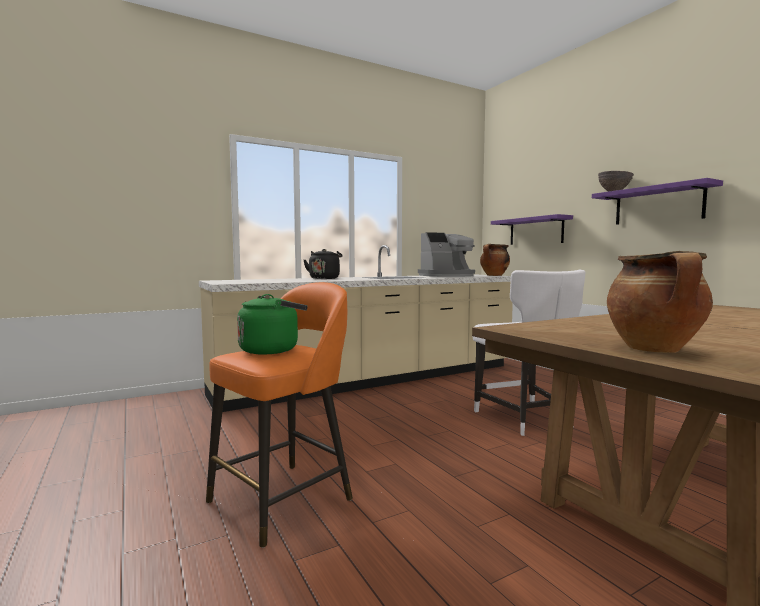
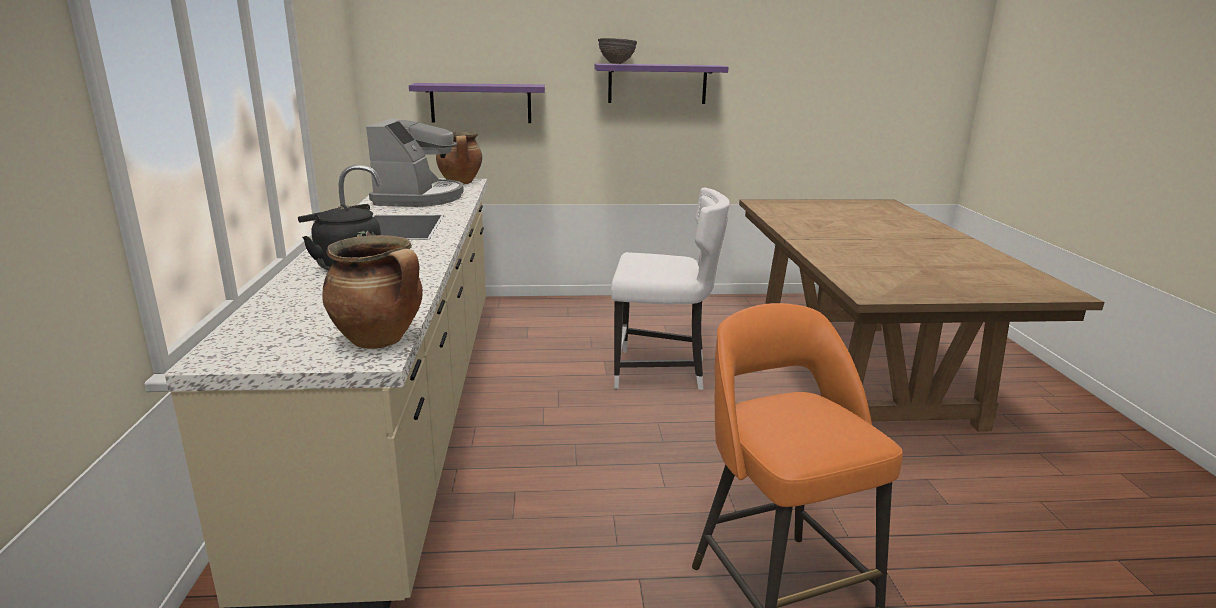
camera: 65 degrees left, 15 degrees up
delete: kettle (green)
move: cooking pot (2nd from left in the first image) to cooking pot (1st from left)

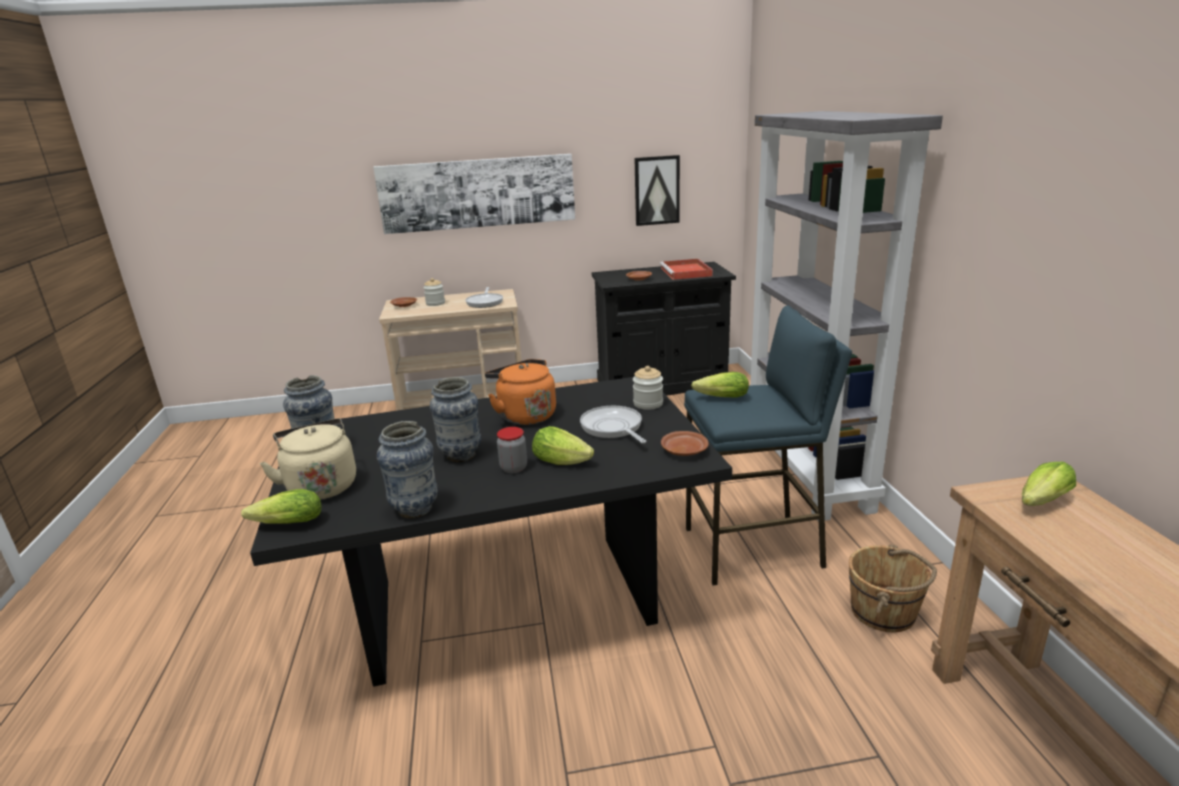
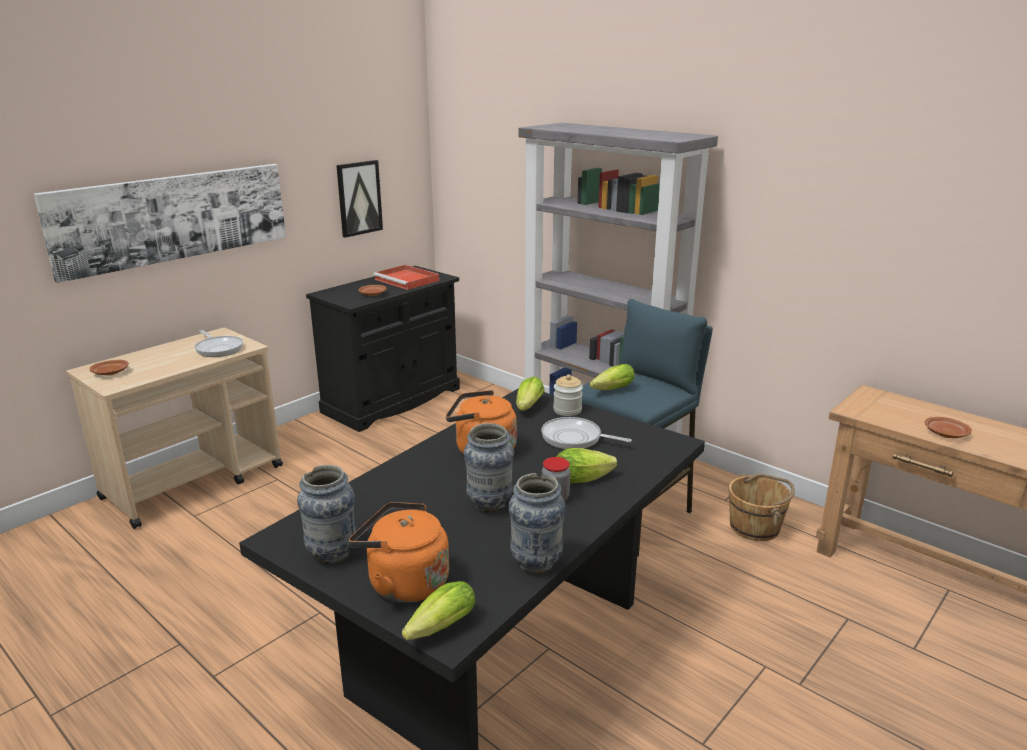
camera: 40 degrees left, 0 degrees up
delete: jar (1st from left)
move: plate (brown) (3rd from left); lettuce (4th from left in the first image) to lettuce (2nd from left)
recolor: kettle (beige) to kettle (orange) (1st from left)

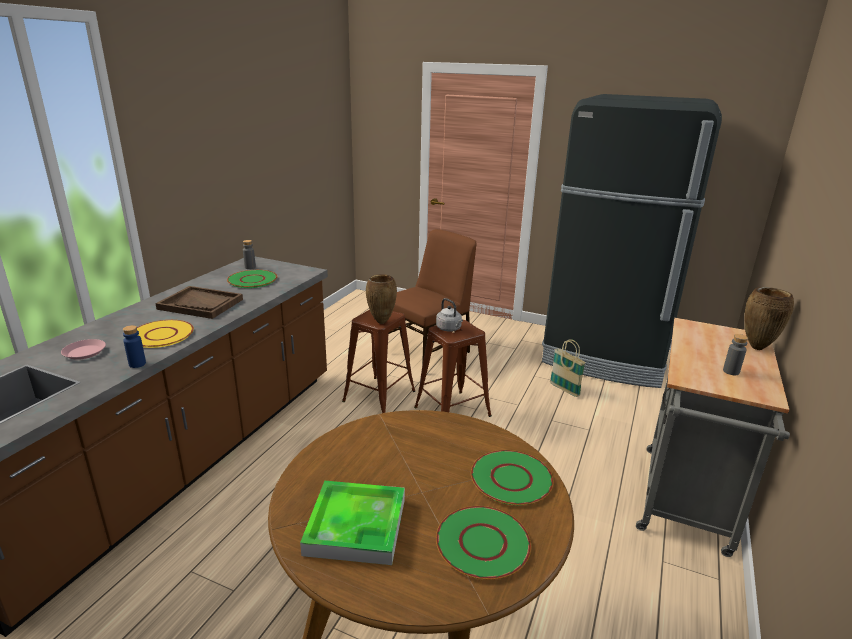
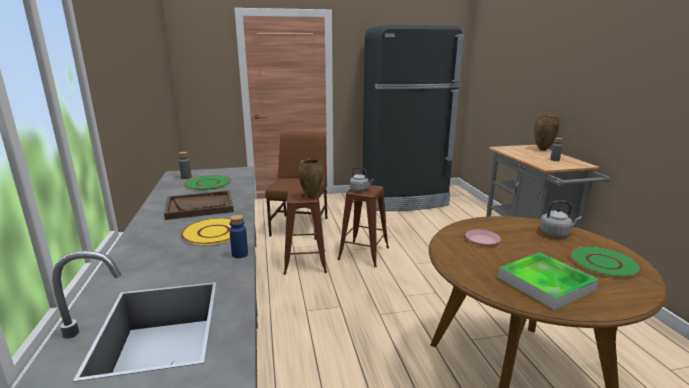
camera: 35 degrees left, 5 degrees down
delete: basket
move: plate (pink)
replace: plate (green) (3rd from left) to kettle (grey) (2nd from left)

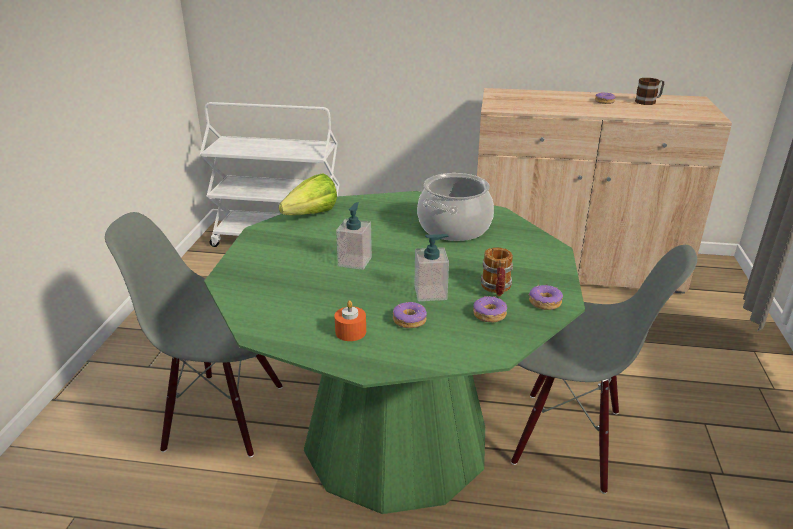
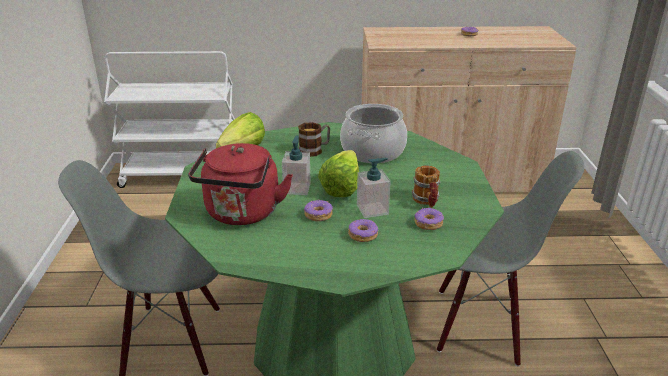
camera: 10 degrees left, 0 degrees up
delete: candle (orange)
insert: kettle (red); lettuce (2nd from left)
move: donut (3rd from left in the first image) to donut (1st from left); mug (2nd from left in the first image) to mug (1st from left)

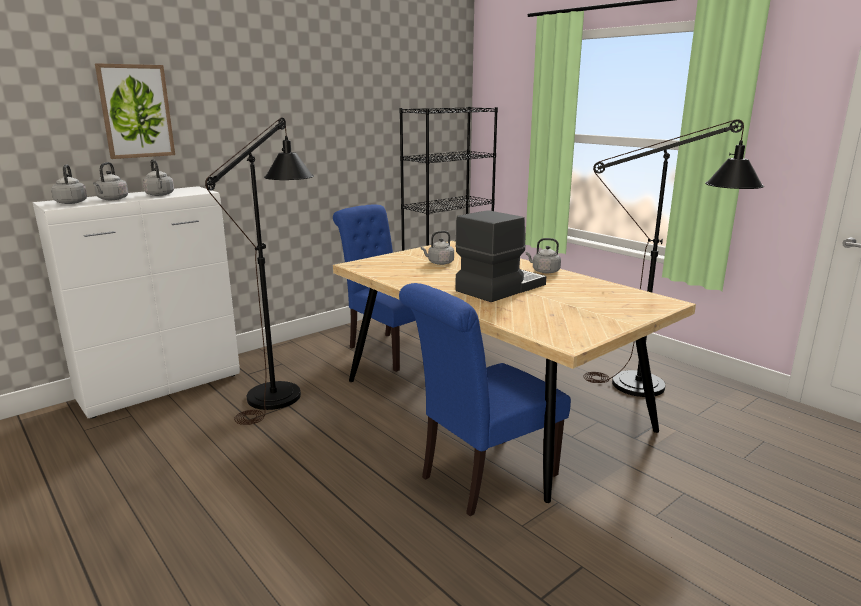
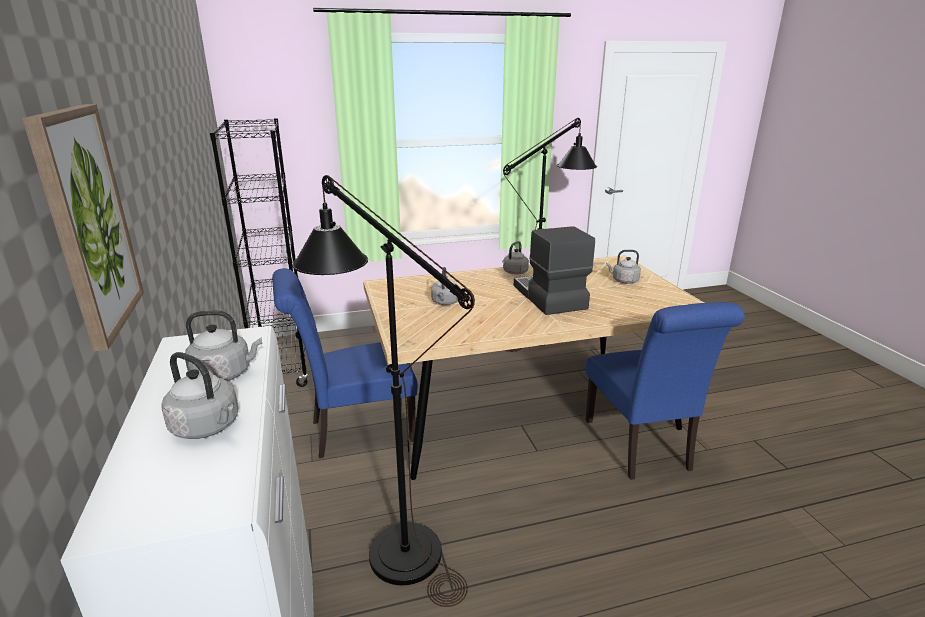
camera: 65 degrees left, 5 degrees up
move: kettle (grey) (1st from left in the first image) to kettle (grey) (5th from left)

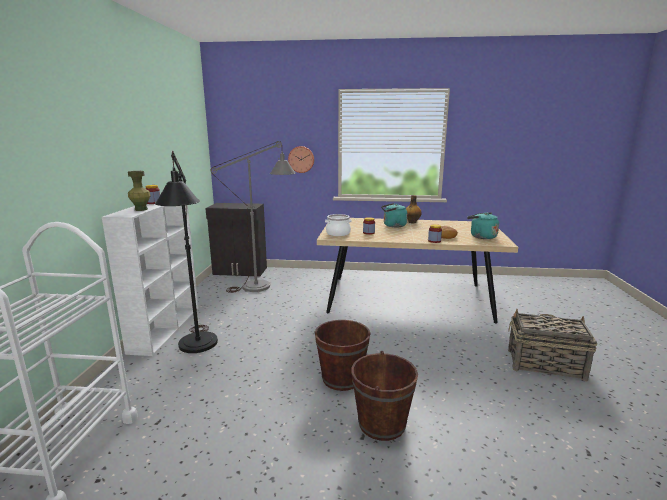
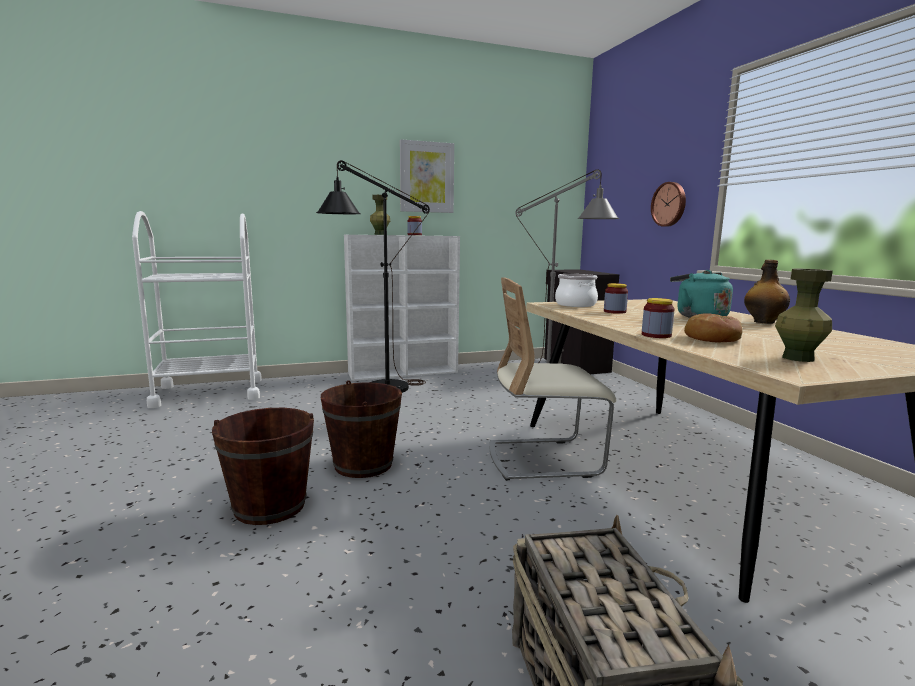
camera: 65 degrees right, 5 degrees down
insert: picture; chair (beige)
replace: kettle (turquoise) (2nd from left) to vase (green) (2nd from left)

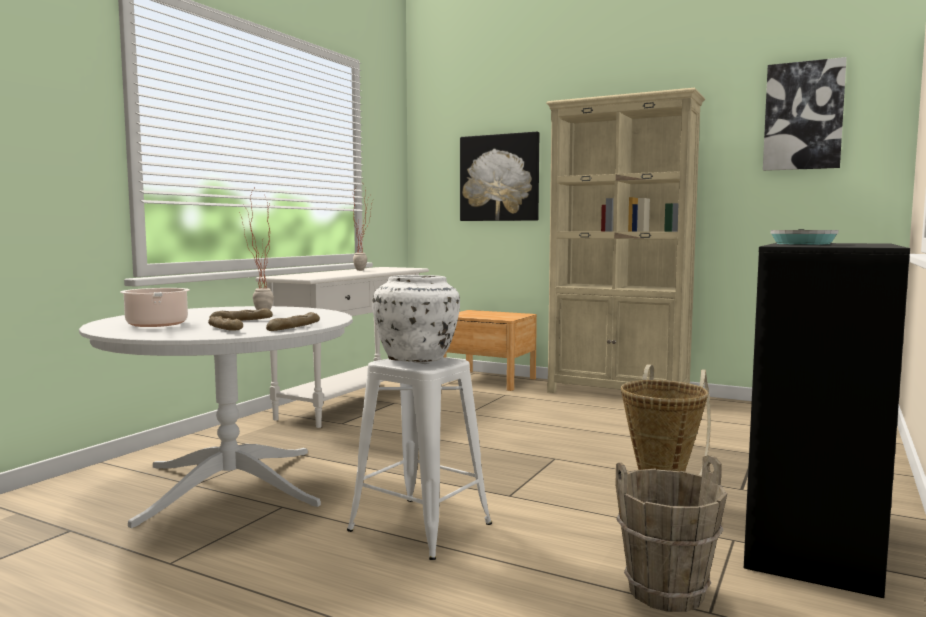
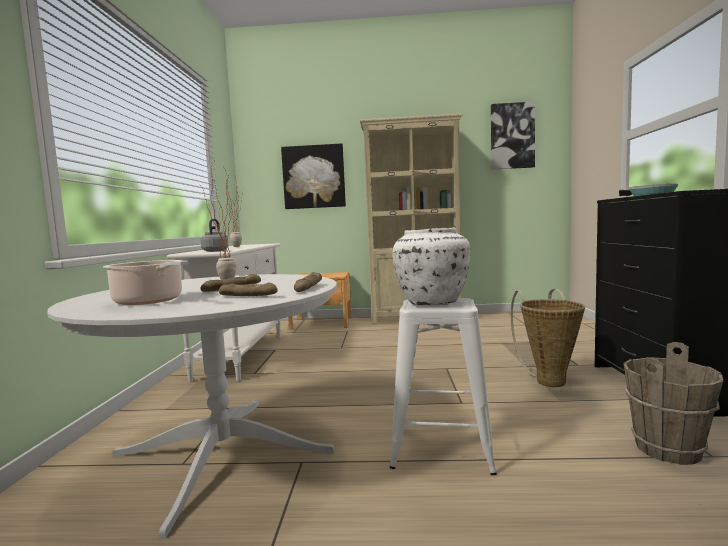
camera: 25 degrees left, 0 degrees up
insert: kettle (grey)

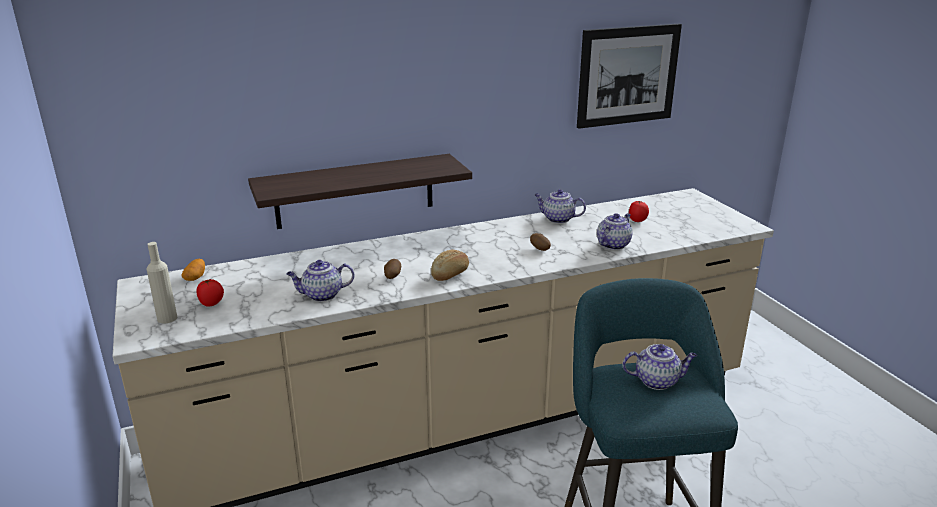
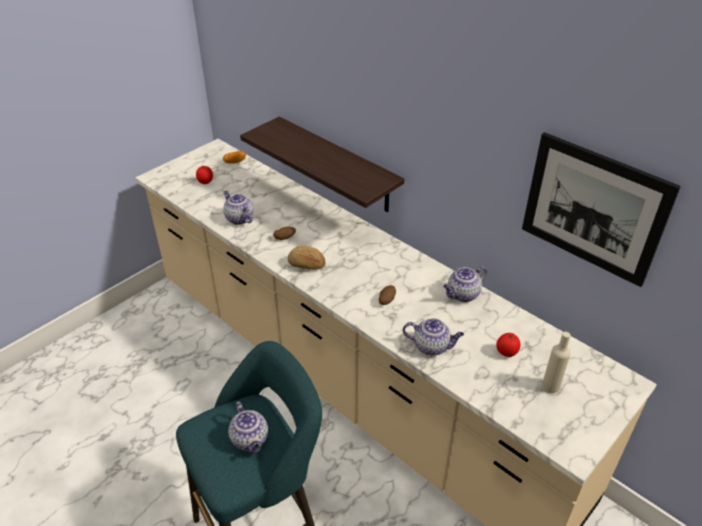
camera: 65 degrees right, 15 degrees up
move: bottle (beige)
rotate: teapot (2nd from left in the first image) 120 degrees counterclockwise

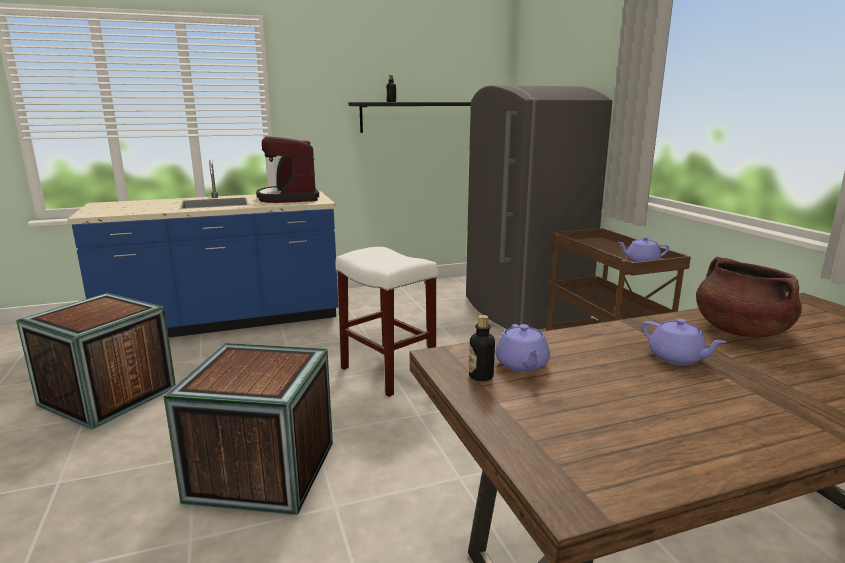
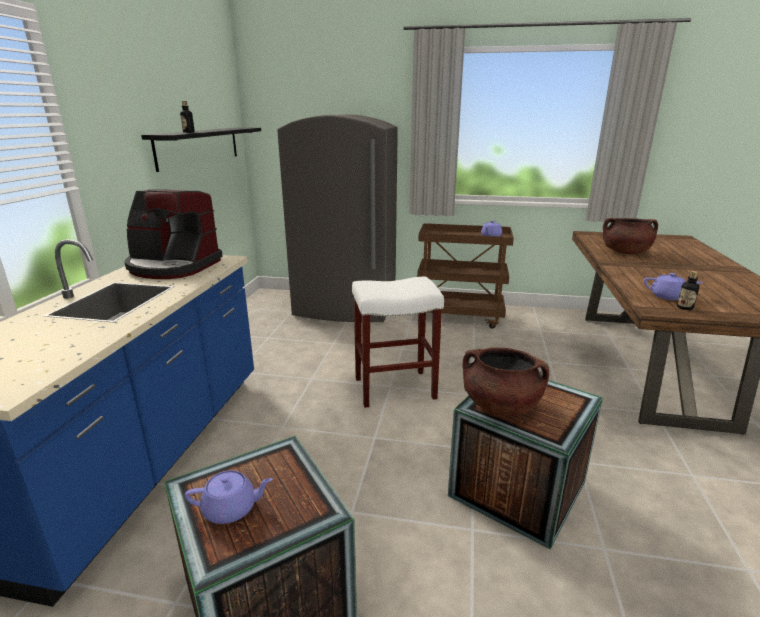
camera: 60 degrees left, 5 degrees up
insert: cooking pot (brown) (1st from left)
move: teapot (purple) (3rd from left in the first image) to teapot (purple) (1st from left)

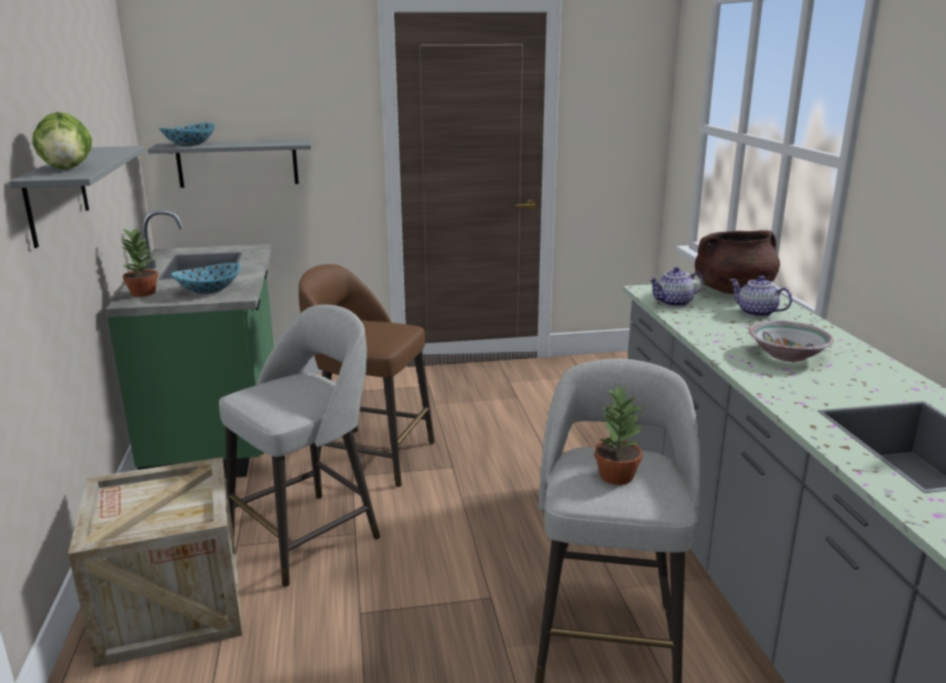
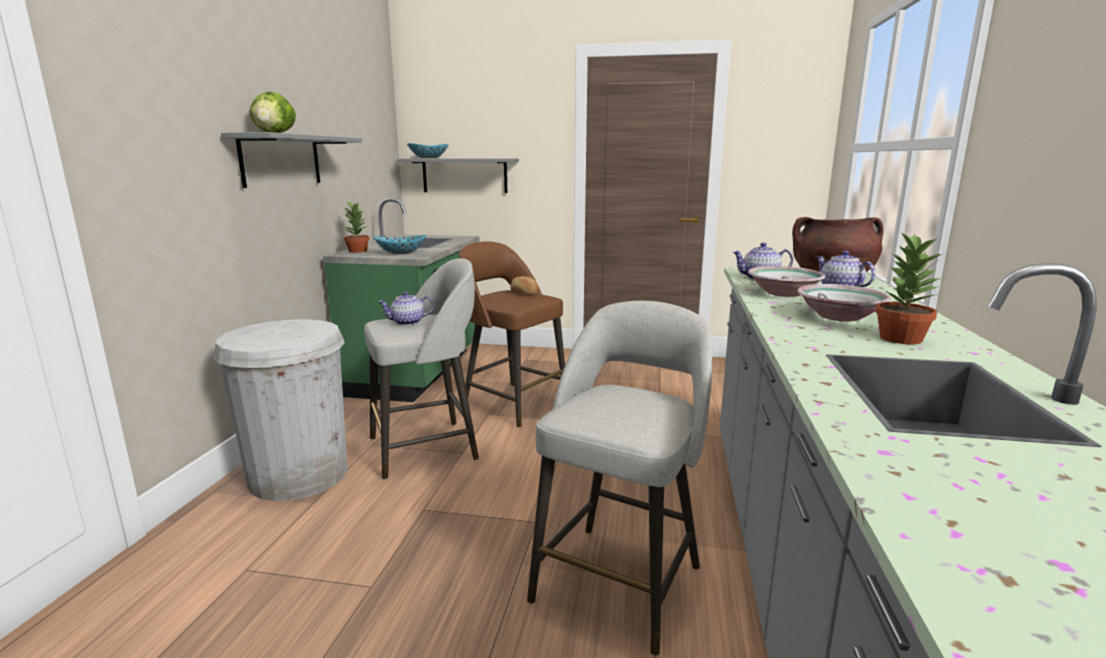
camera: 20 degrees right, 5 degrees down
insert: teapot (1st from left); bread; bowl (3rd from left)
move: potted plant (2nd from left)
replace: crate to trash can (white)

